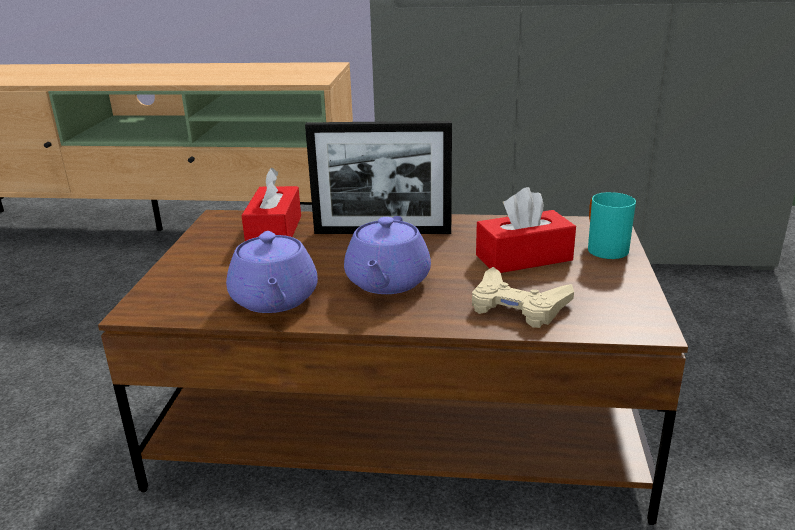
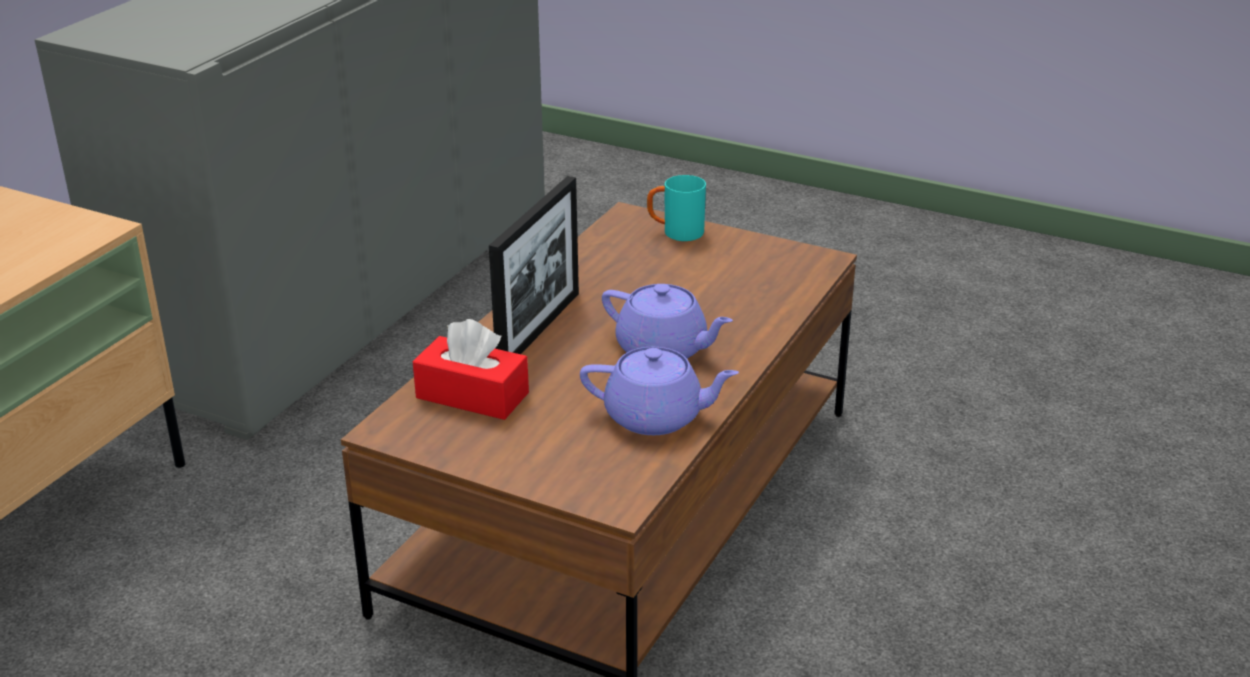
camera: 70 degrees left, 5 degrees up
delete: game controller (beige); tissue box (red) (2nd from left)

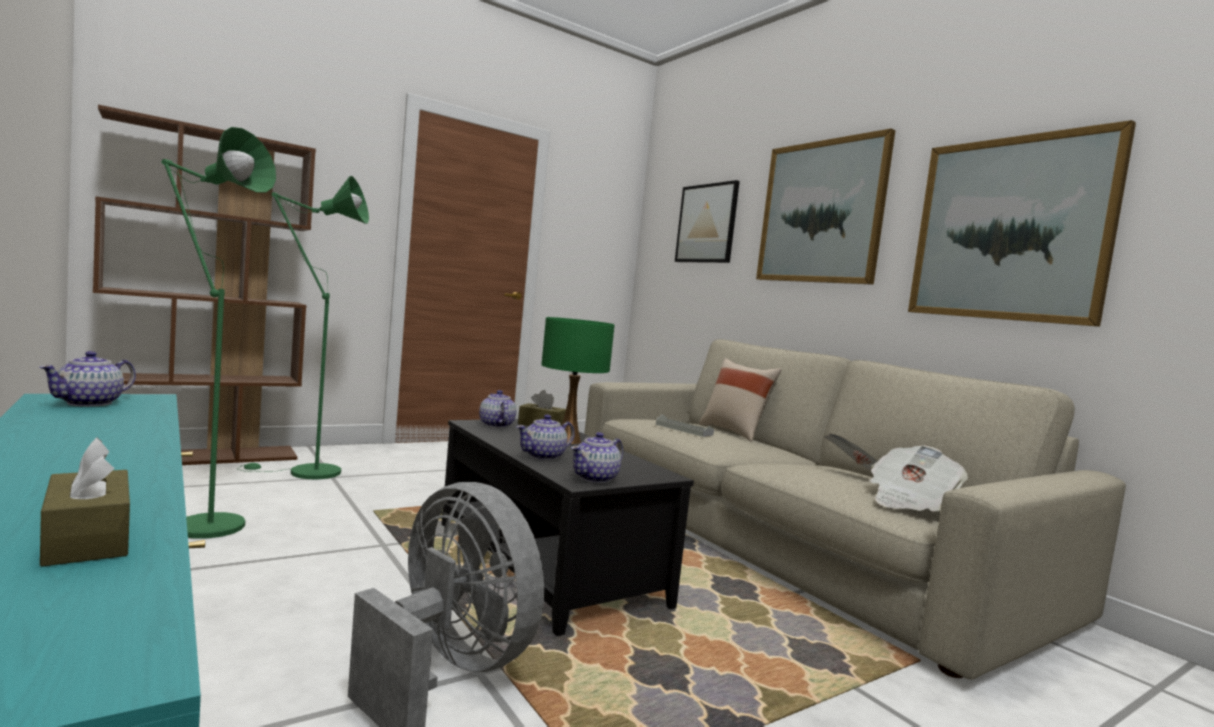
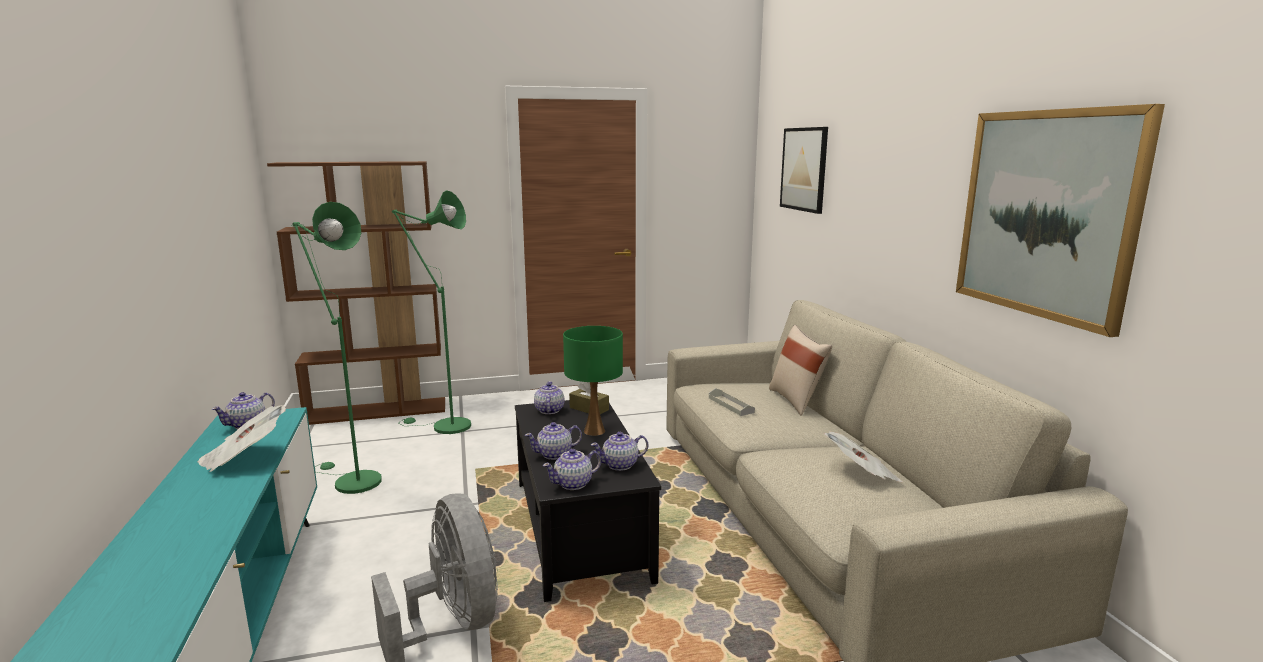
camera: 20 degrees right, 10 degrees up
delete: tissue box (brown) (1st from left); picture (2nd from left)
insert: teapot (5th from left)
move: newspaper (2nd from left in the first image) to newspaper (1st from left)

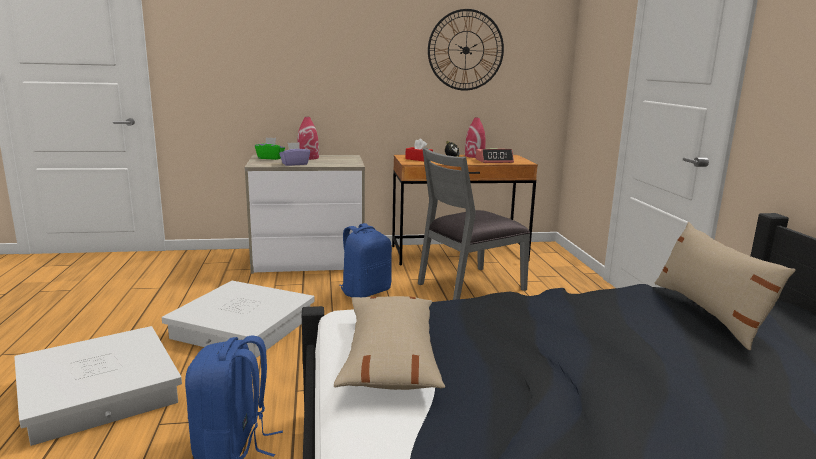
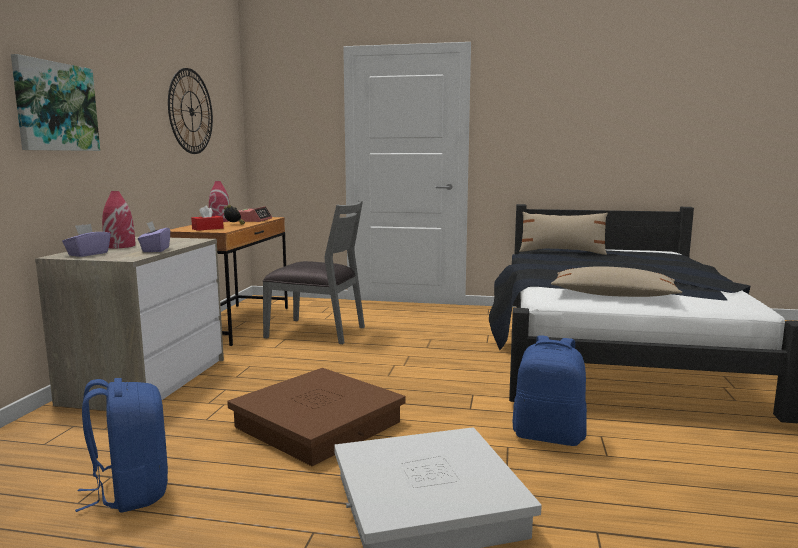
camera: 70 degrees left, 5 degrees down
insert: picture
move: backpack (blue) (2nd from left in the first image) to backpack (blue) (1st from left)
recolor: storage box (white) (2nd from left) to storage box (brown); tissue box (green) to tissue box (purple) (1st from left)
rotate: chair (grey) 60 degrees counterclockwise

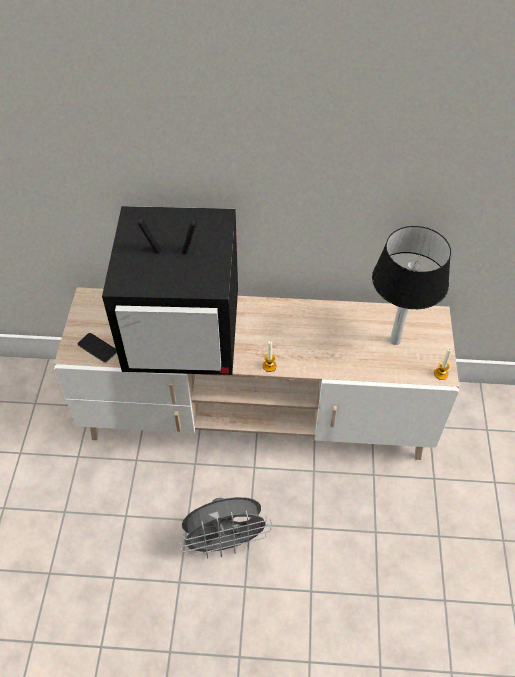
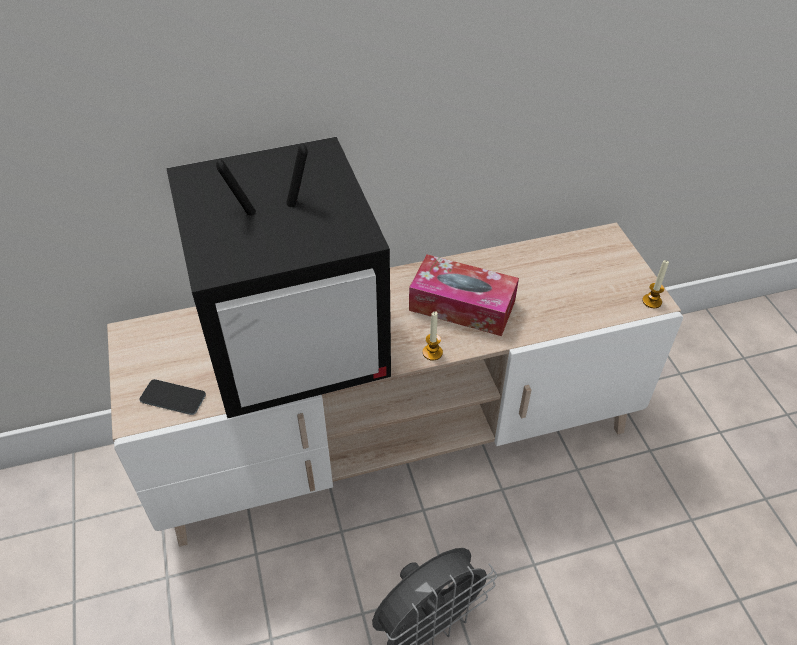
camera: 20 degrees left, 5 degrees down
delete: table lamp
insert: tissue box

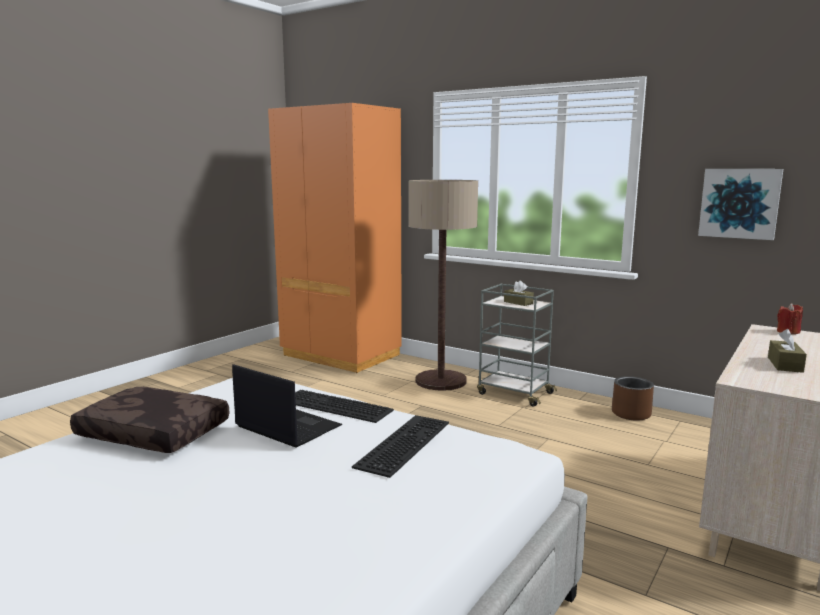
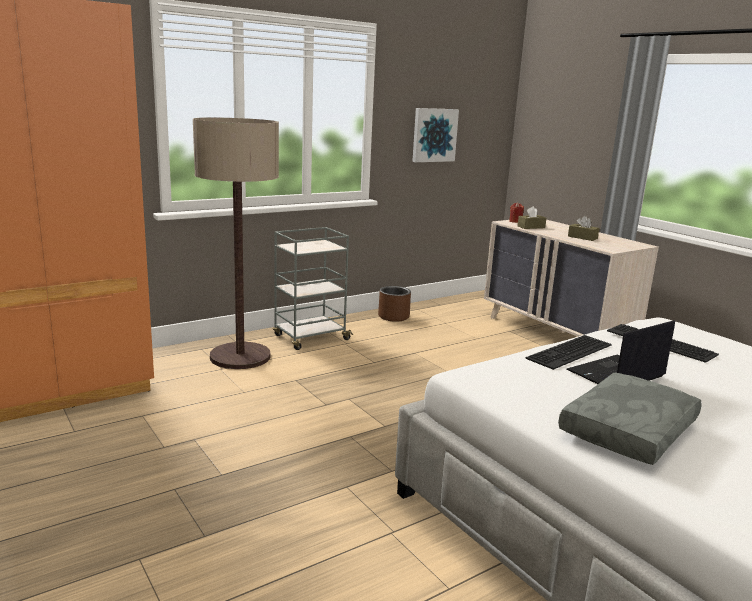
camera: 70 degrees left, 5 degrees up
move: tissue box (brown) (1st from left)
recolor: pillow (brown) to pillow (grey)

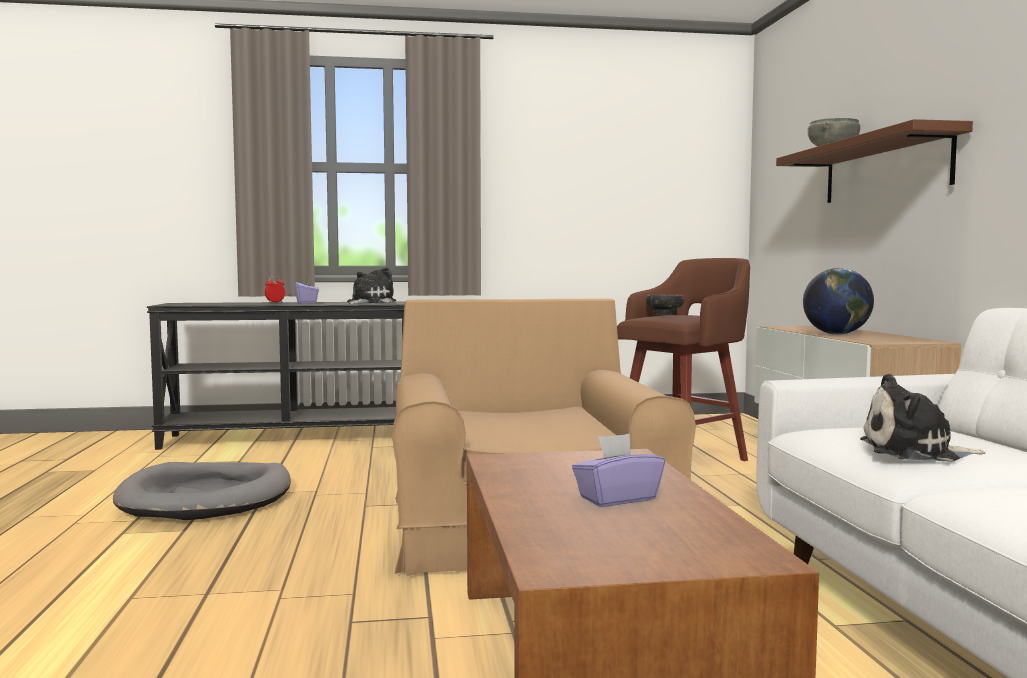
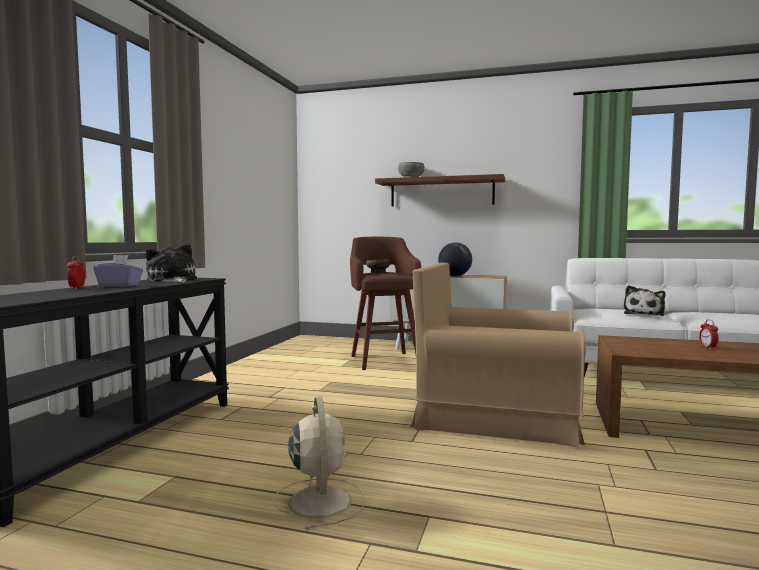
camera: 65 degrees left, 0 degrees up
replace: dog bed (grey) to fan (beige); tissue box (purple) (2nd from left) to alarm clock (2nd from left)

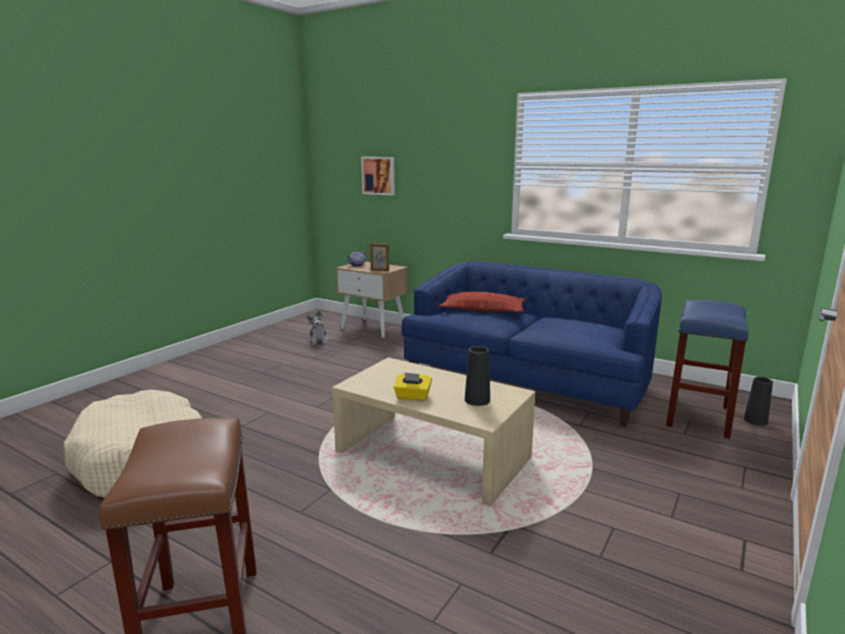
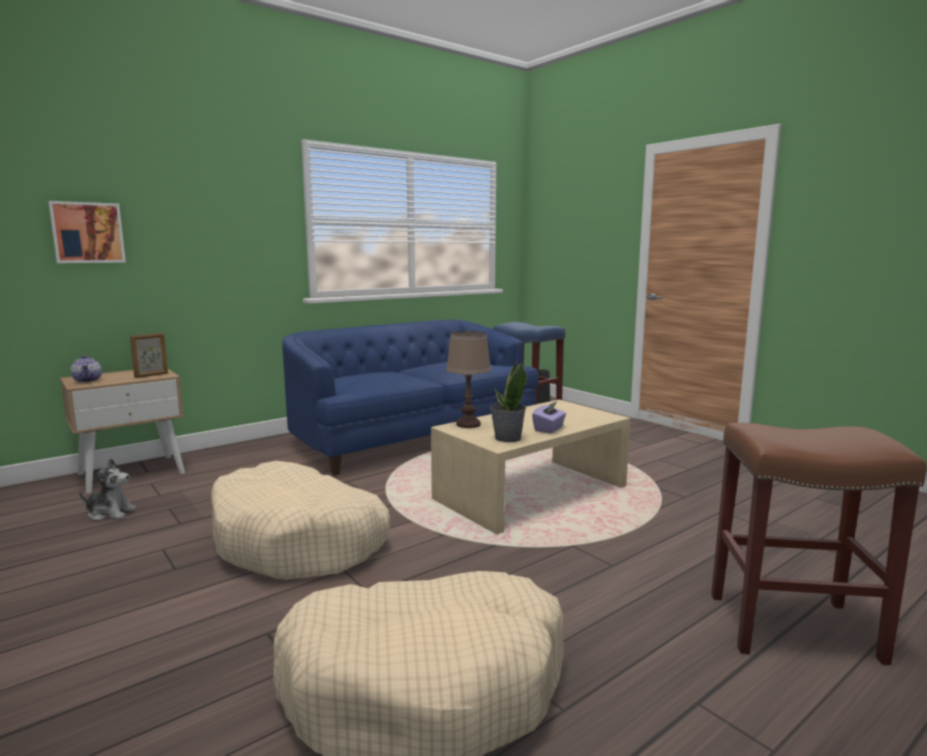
camera: 70 degrees left, 5 degrees down
delete: pillow; vase (black) (1st from left)
insert: dog bed (beige) (1st from left); table lamp (brown); potted plant
recolor: tissue box (yellow) to tissue box (purple)

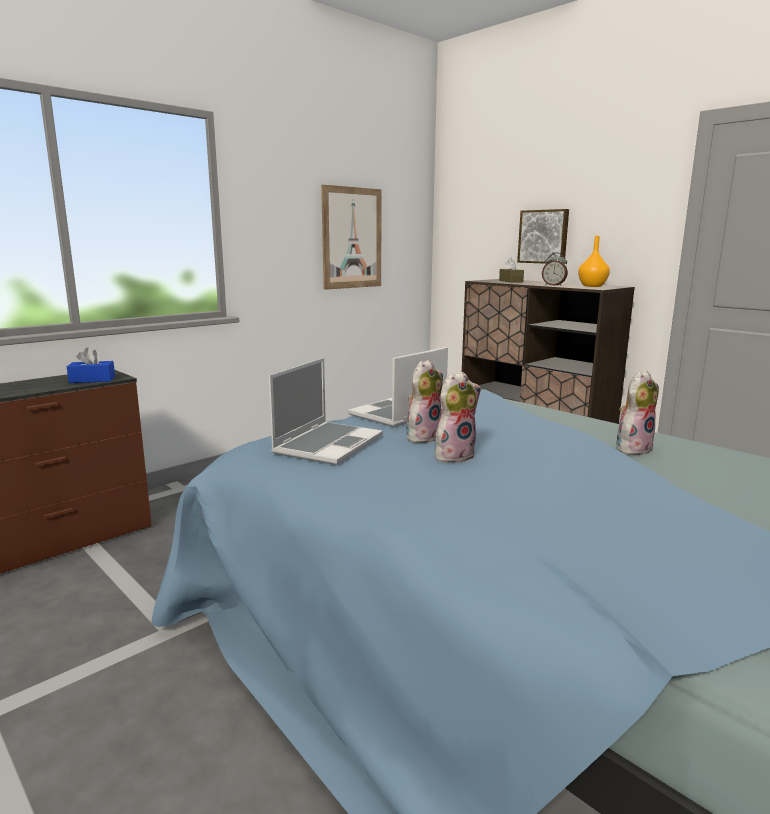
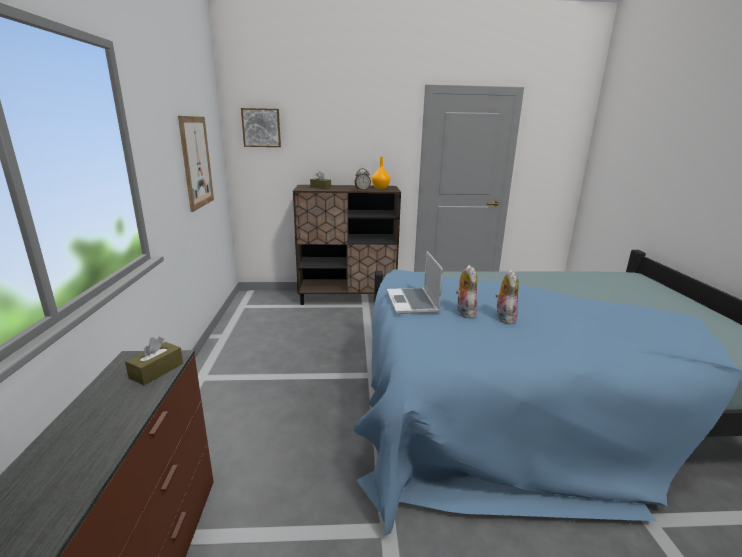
camera: 50 degrees left, 5 degrees up
delete: laptop (1st from left); plush toy (3rd from left)
move: picture (2nd from left)
recolor: tissue box (blue) to tissue box (brown) (1st from left)

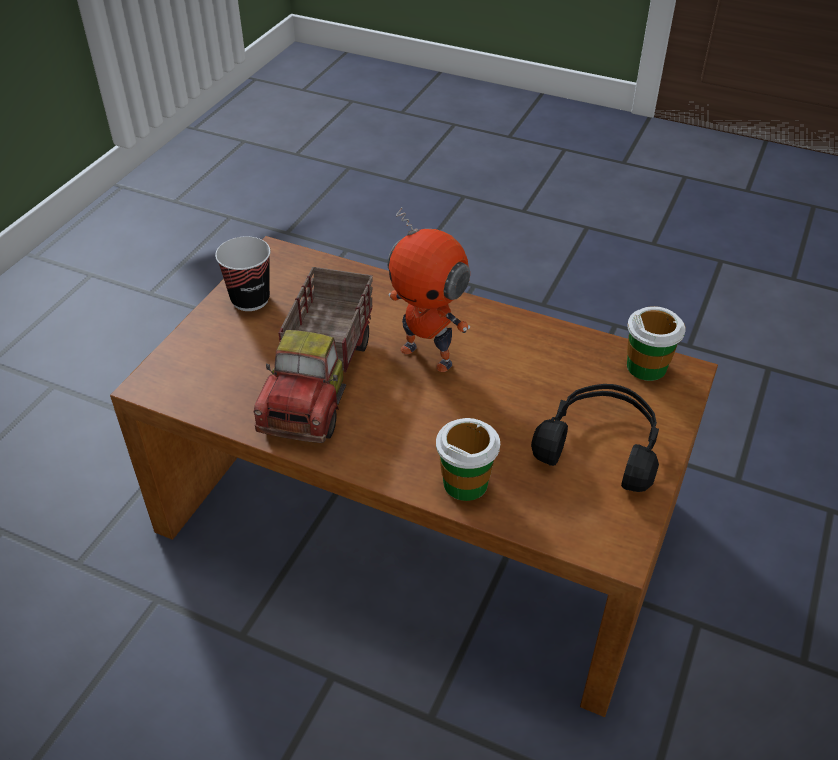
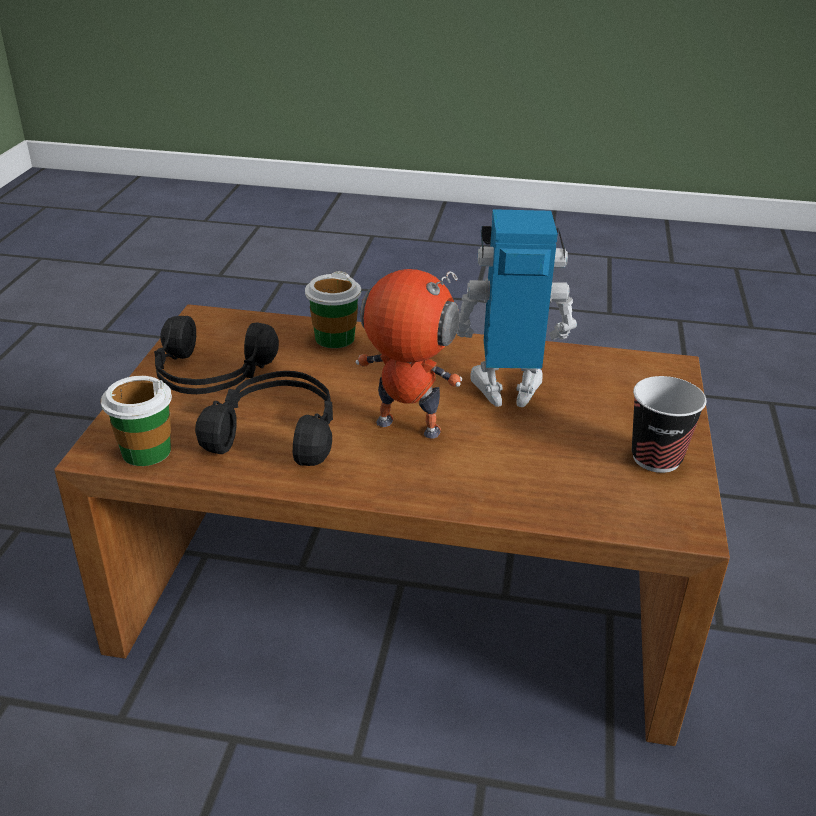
camera: 165 degrees right, 10 degrees down
insert: headphones (black) (2nd from left)
replace: toy truck to toy robot (2nd from left)

